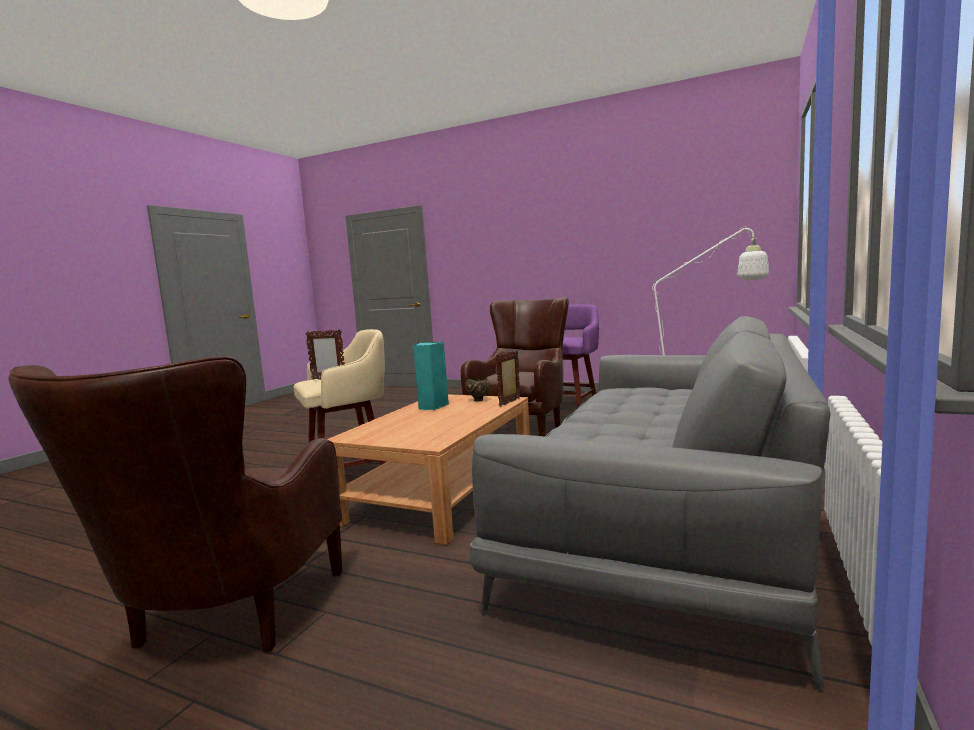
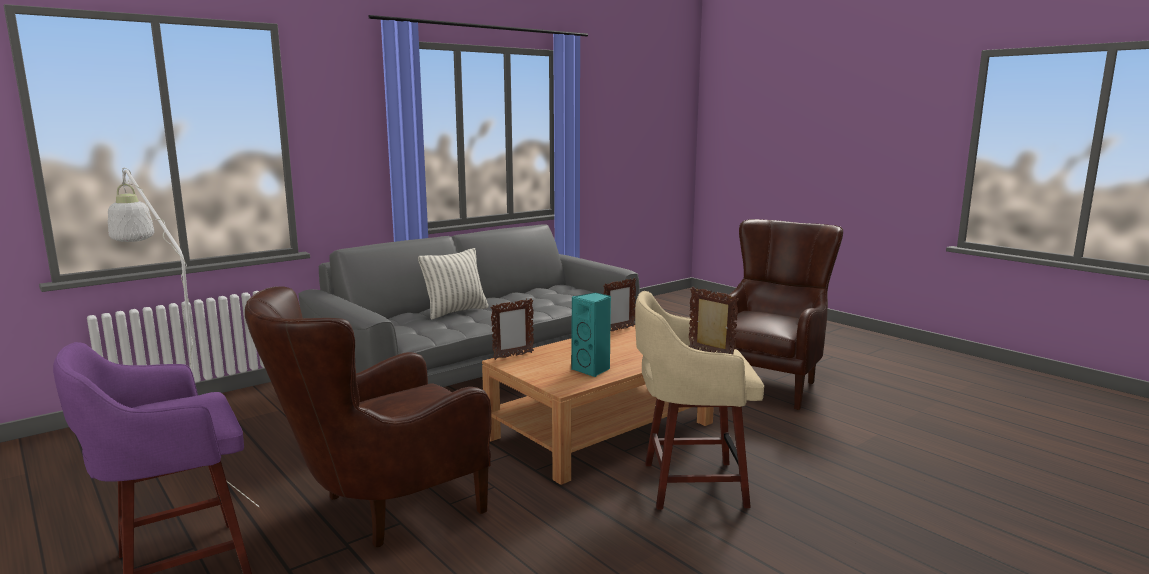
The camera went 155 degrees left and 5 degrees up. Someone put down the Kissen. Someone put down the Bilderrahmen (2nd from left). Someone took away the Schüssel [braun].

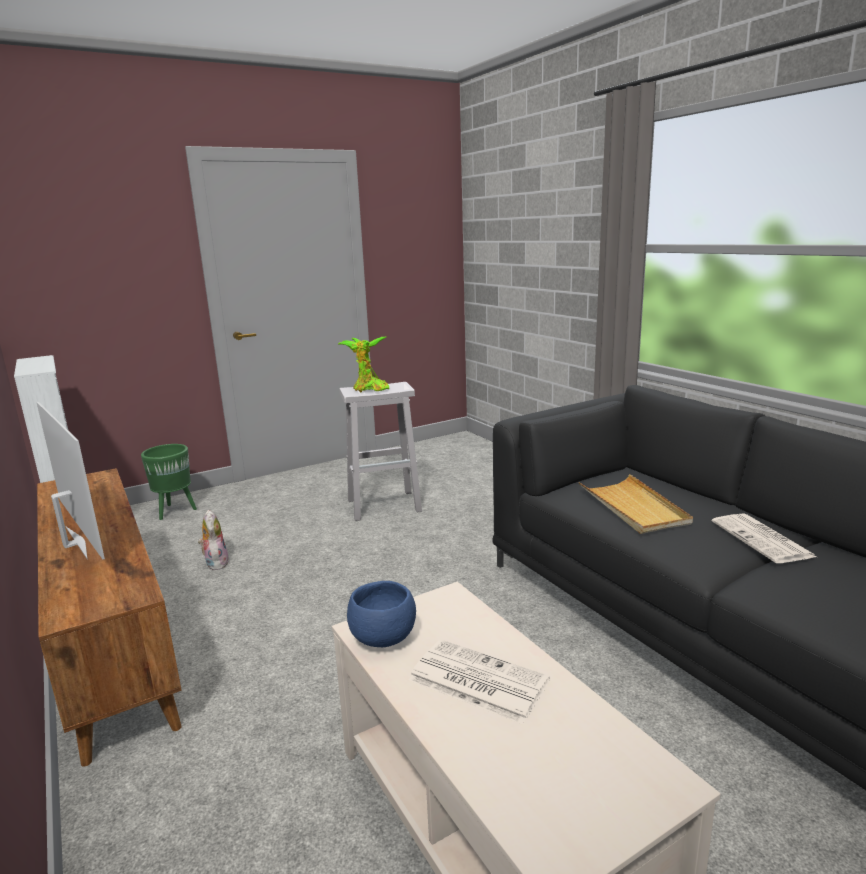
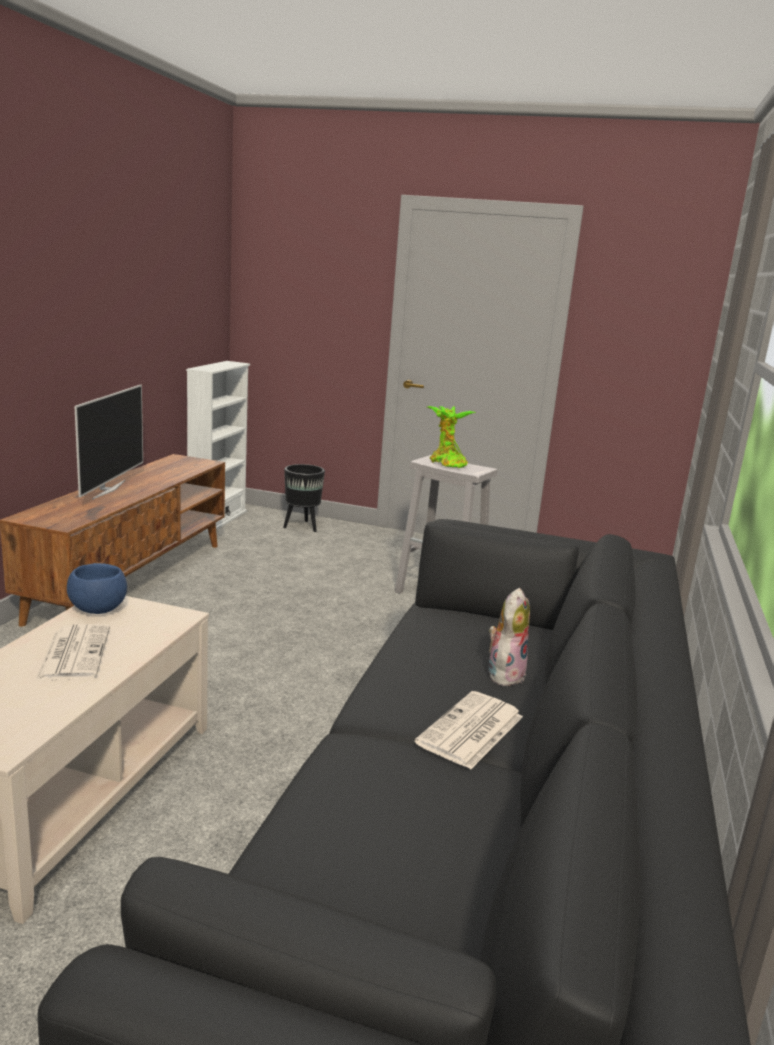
The camera went 45 degrees right and 0 degrees up. Someone repainted the Pflanzkübel [grün], which became the Pflanzkübel [schwarz]. Someone carried the Plüschtier. Someone took away the Tablett [beige].

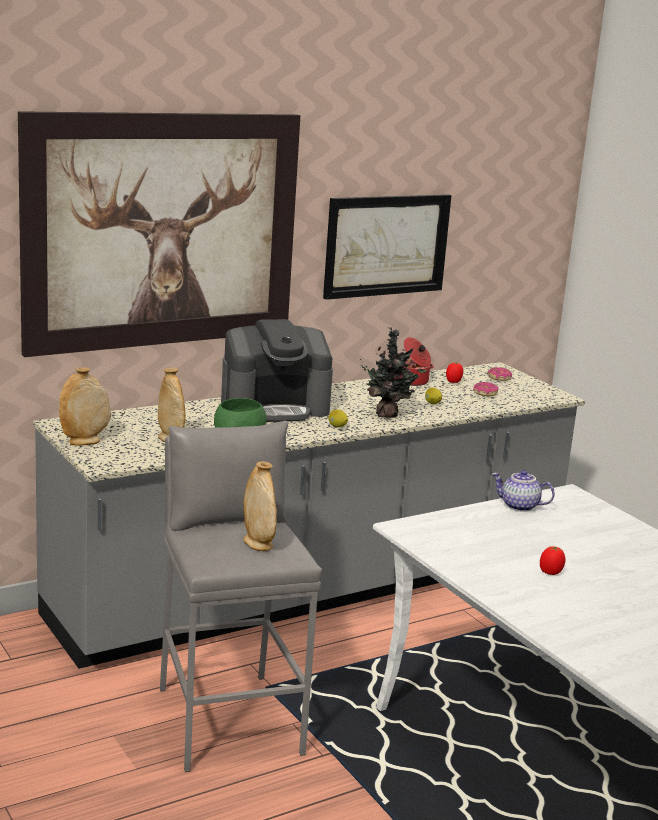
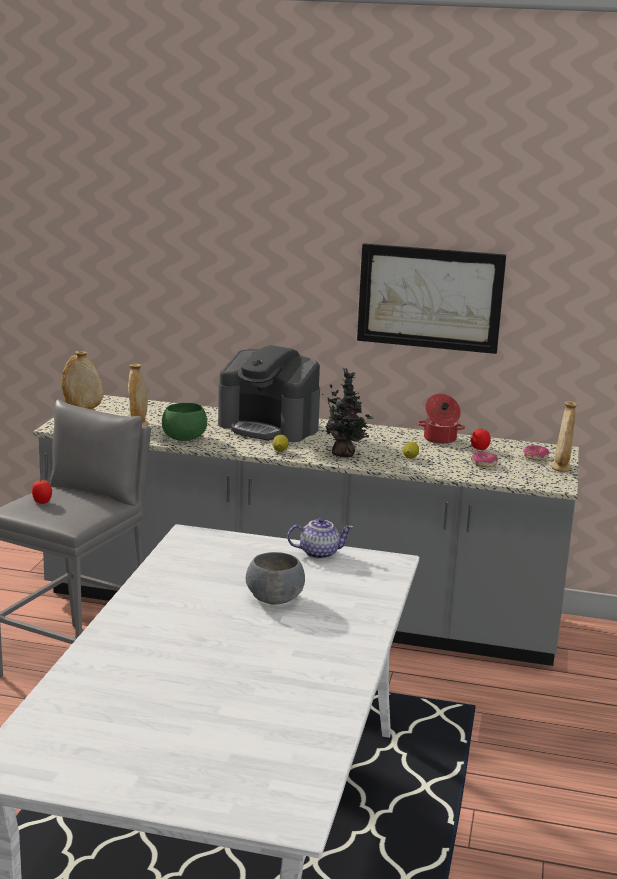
The camera went 45 degrees right and 0 degrees up. Someone carried the Tomate (2nd from left in the first image). Someone put down the Schüssel [grau]. Someone rotated the Teekanne by 105 degrees clockwise. Someone carried the Vase [beige] (3rd from left). Someone took away the Bild (1st from left).

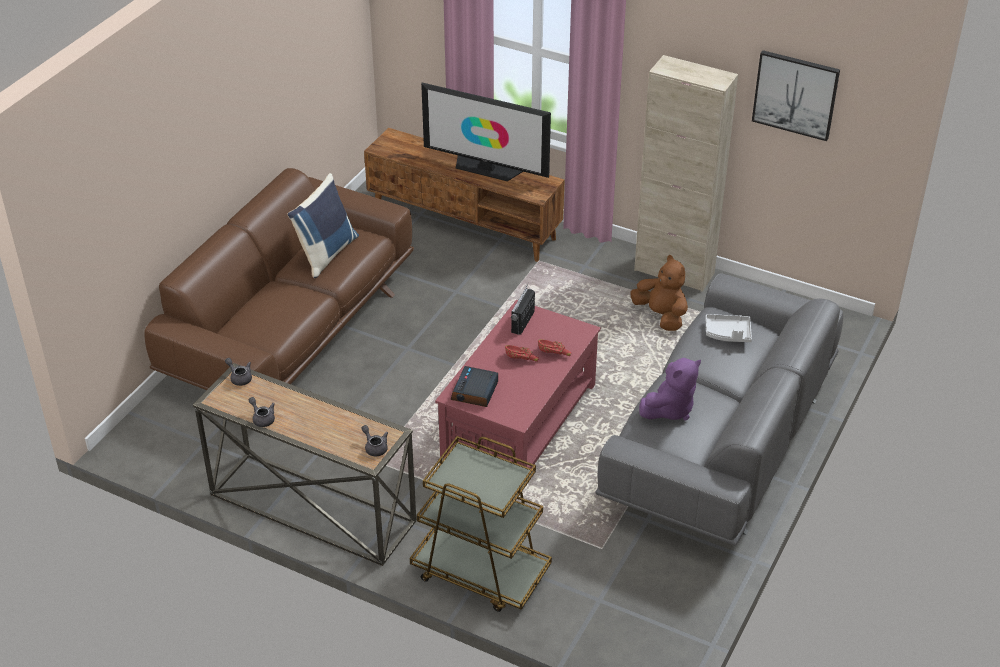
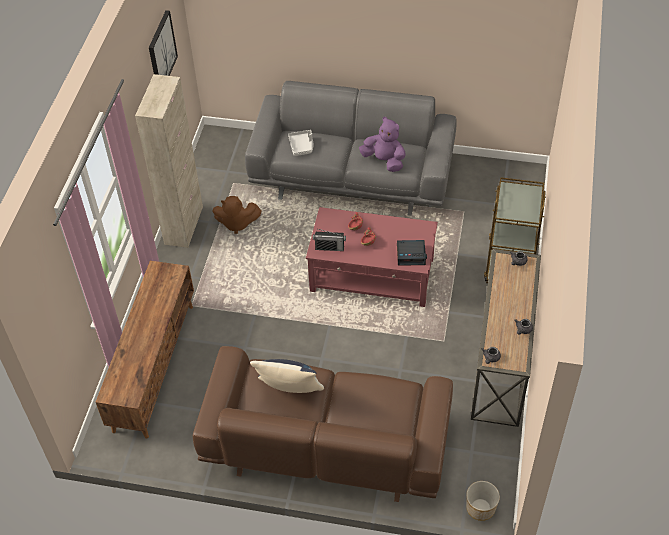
The camera went 105 degrees left and 10 degrees up. Someone rotated the Plüschtier [braun] by 120 degrees counterclockwise. Someone put down the Pflanzkübel. Someone took away the Fernseher.

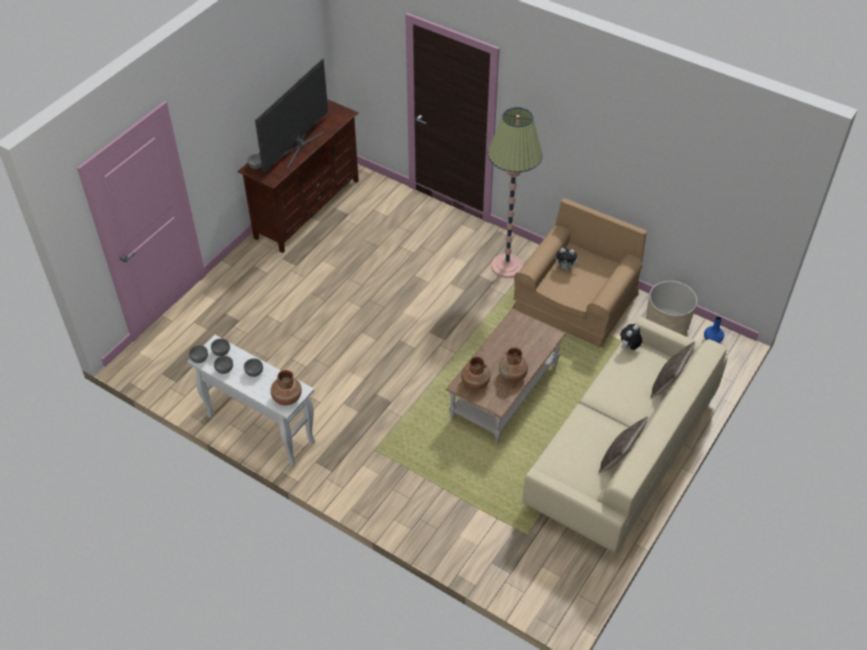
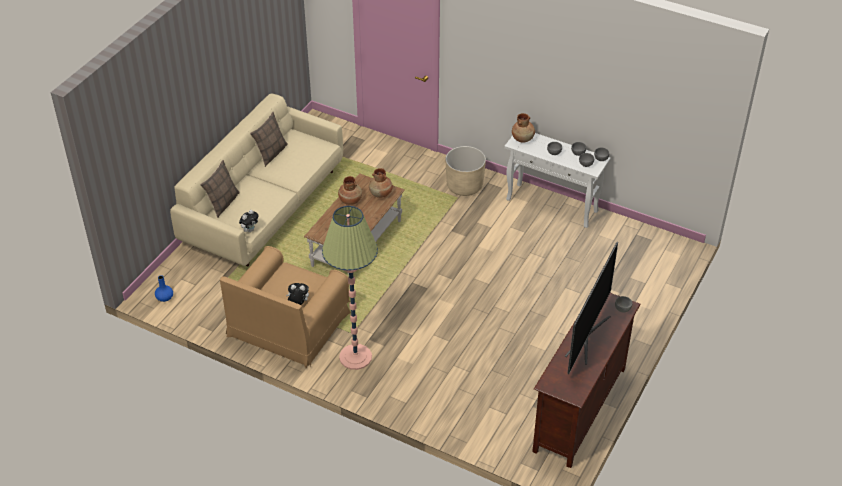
The camera went 175 degrees right and 5 degrees down. Someone carried the Pflanzkübel [beige].

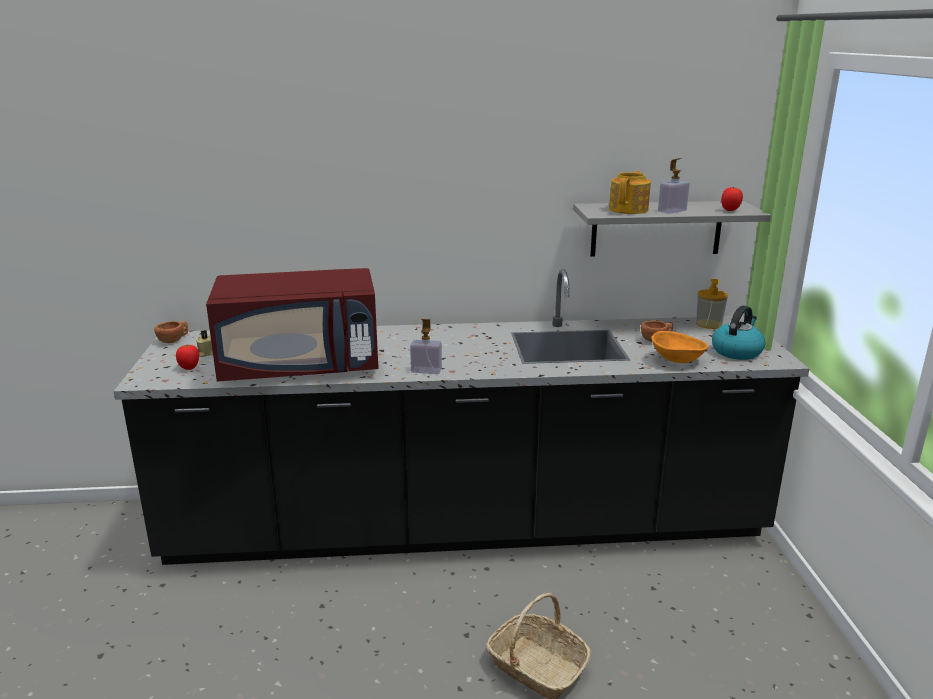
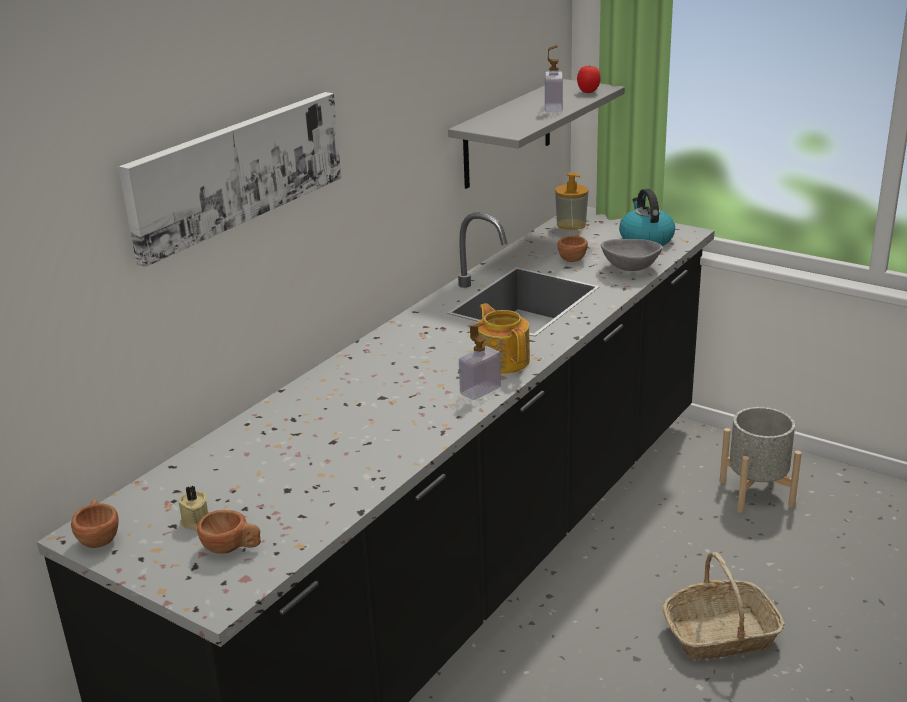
The camera went 50 degrees left and 5 degrees up. Someone put up the Bild. Someone swapped the Tomate (1st from left) for the Tasse [braun] (2nd from left). Someone carried the Teekanne. Someone repainted the Schüssel [orange], which became the Schüssel [grau]. Someone put down the Pflanzkübel [grau]. Someone took away the Mikrowelle [rot].

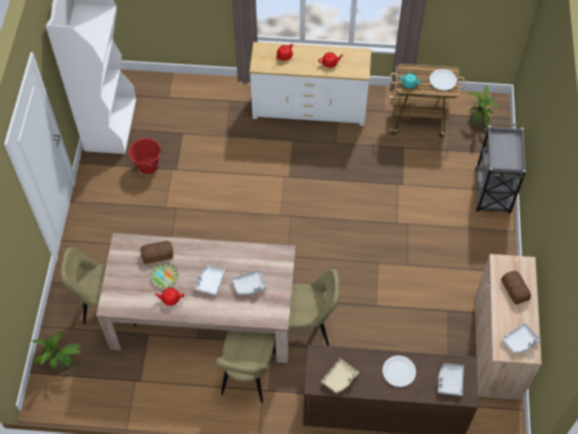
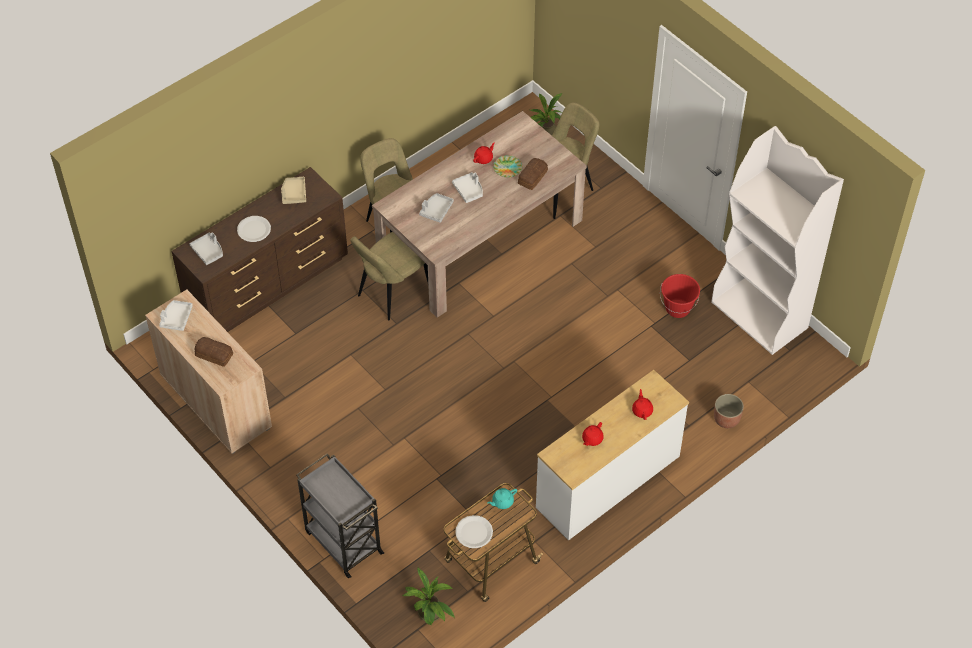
The camera went 135 degrees right and 5 degrees down. Someone put down the Pflanzkübel.

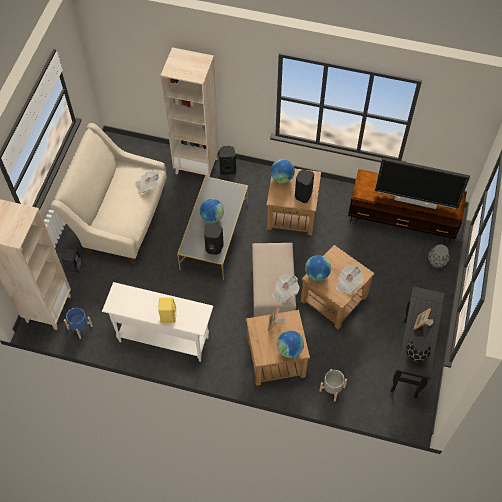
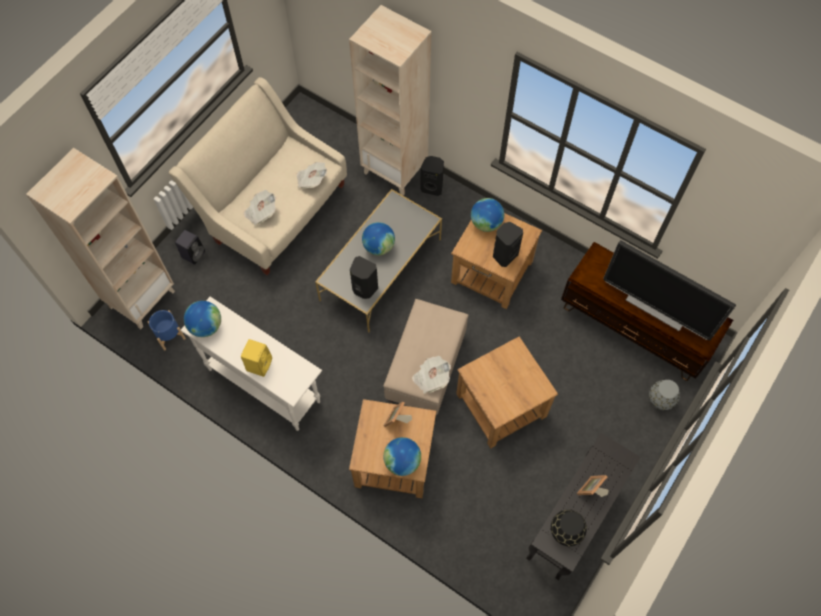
The camera went 20 degrees right and 5 degrees up. Someone carried the Globus (4th from left in the first image). Someone carried the Zeitung (3rd from left in the first image). Someone took away the Pflanzkübel [grau].

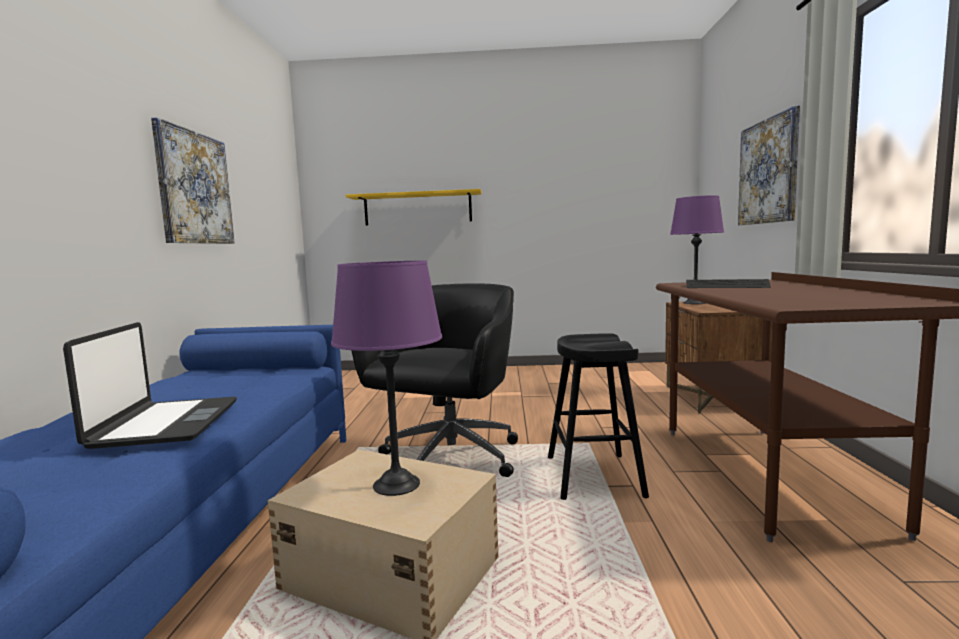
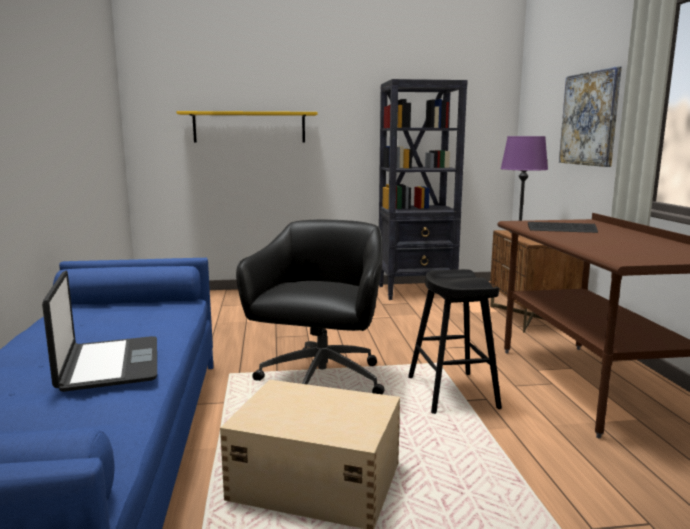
The camera went 10 degrees left and 5 degrees up. Someone put down the Bücherregal [schwarz]. Someone took away the Bild (1st from left). Someone took away the Tischlampe [lila] (1st from left).

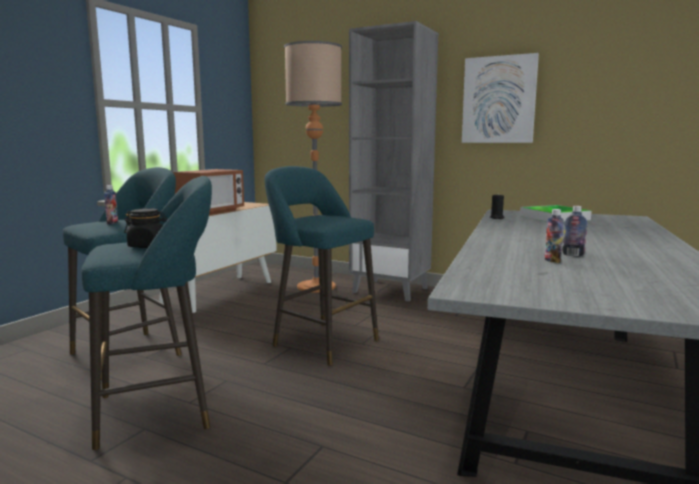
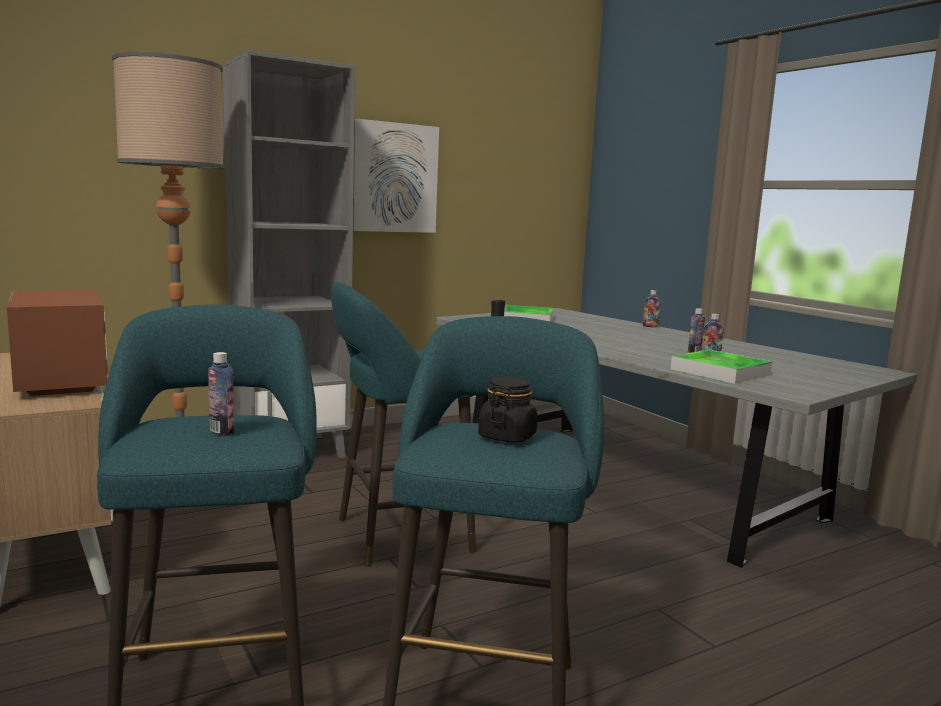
The camera went 60 degrees left and 0 degrees up. Someone put down the Flasche (2nd from left). Someone put down the Tablett (2nd from left).

